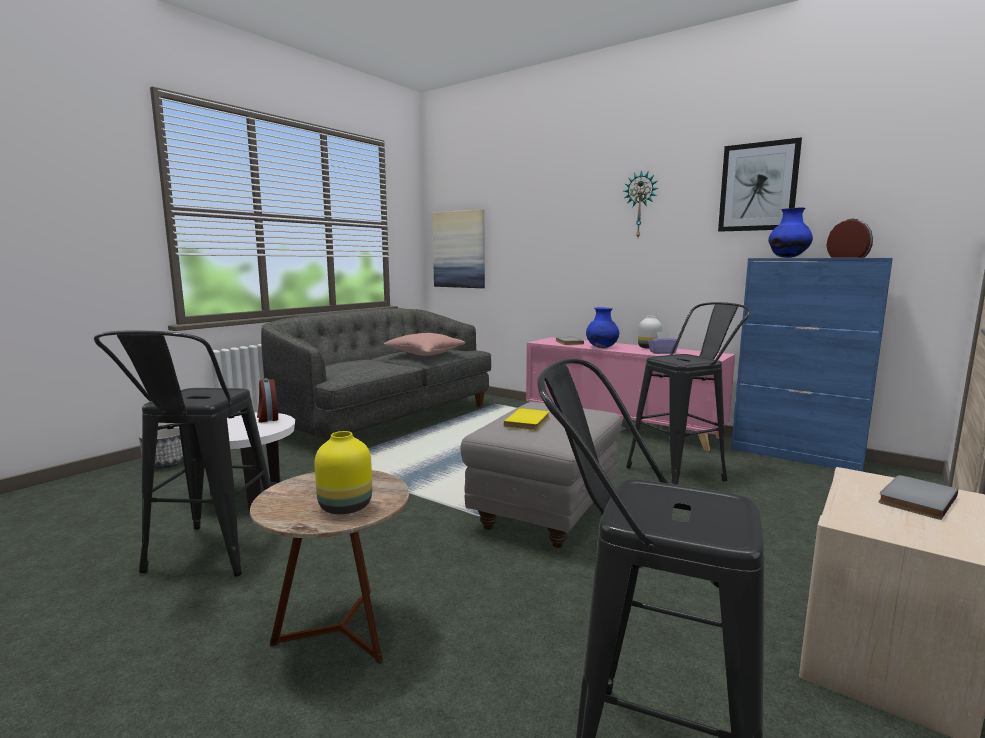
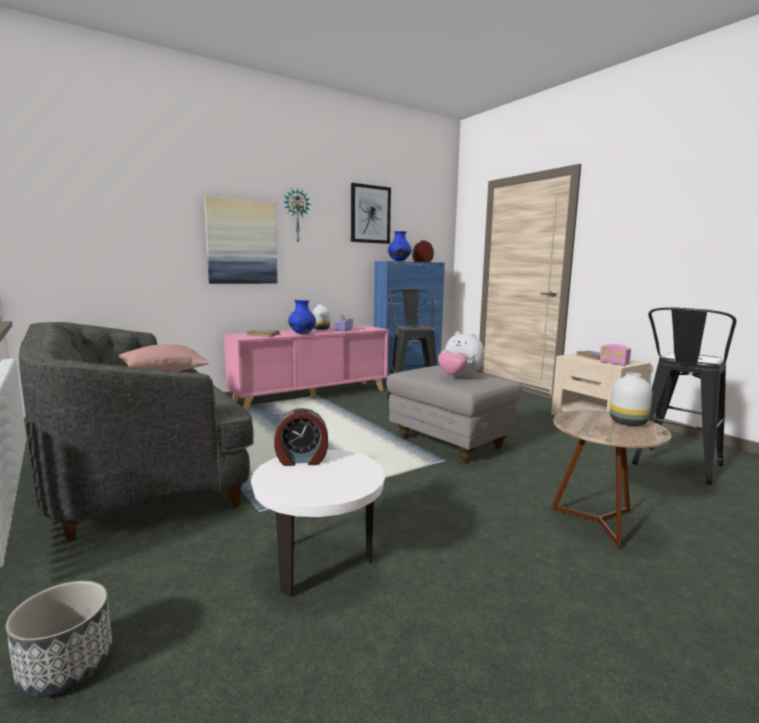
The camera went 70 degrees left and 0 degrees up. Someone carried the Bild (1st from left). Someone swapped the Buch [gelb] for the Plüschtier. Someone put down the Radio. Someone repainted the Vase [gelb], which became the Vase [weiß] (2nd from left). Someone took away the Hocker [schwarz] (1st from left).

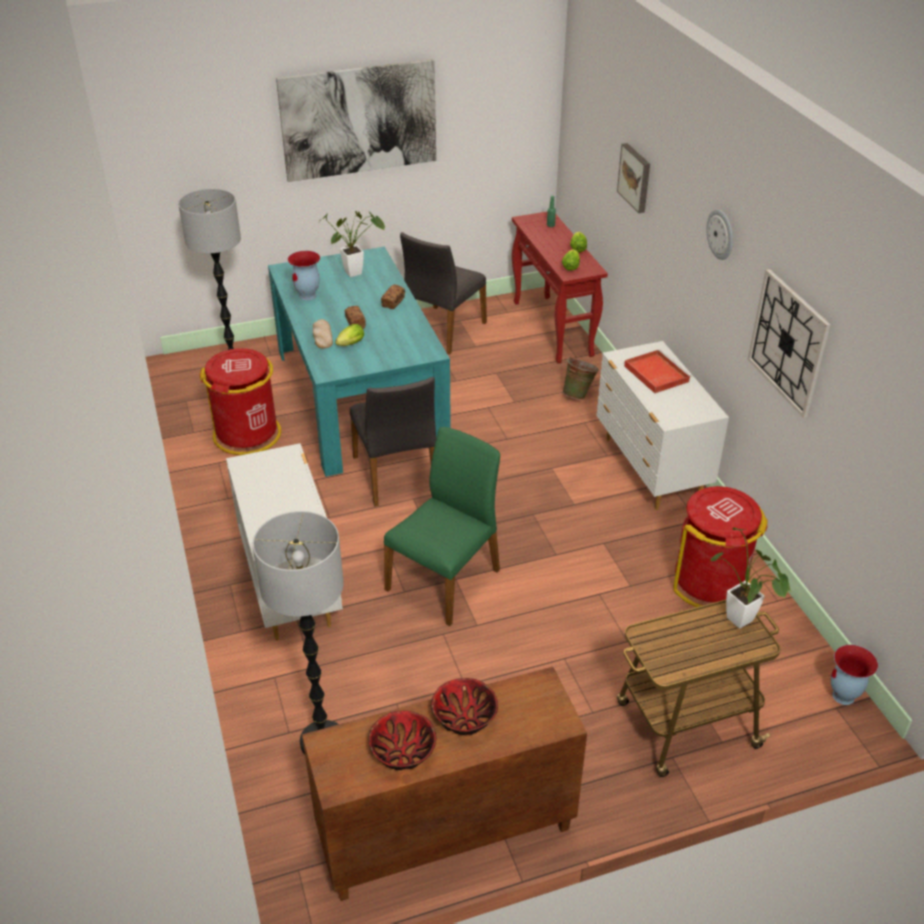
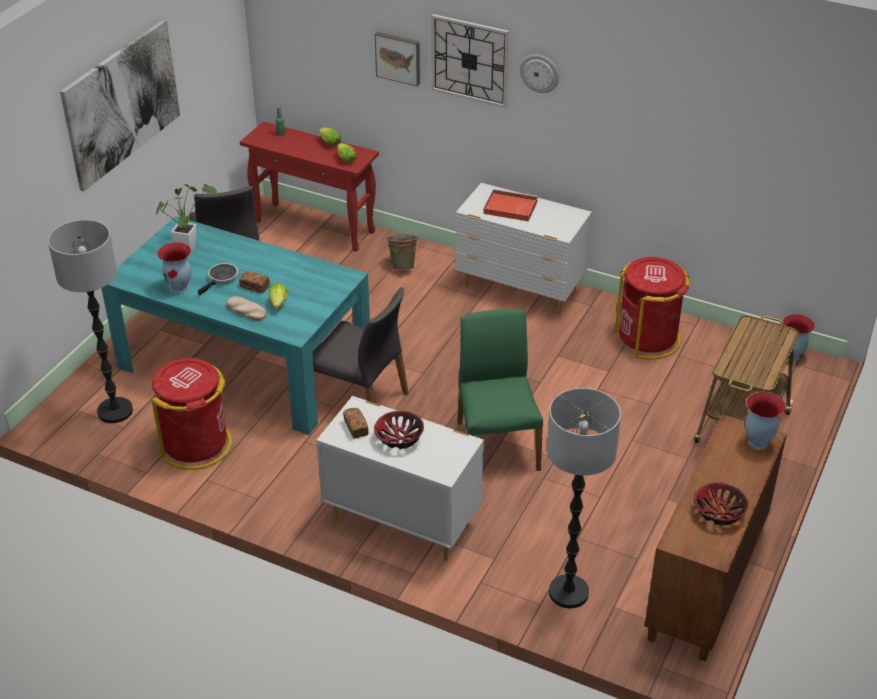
The camera went 45 degrees left and 0 degrees up. Someone put down the Pfanne. Someone carried the Brot (3rd from left). Someone carried the Schüssel (2nd from left in the first image). Someone carried the Wanduhr (2nd from left in the first image). Someone put down the Vase (2nd from left). Someone took away the Topfpflanze (2nd from left).

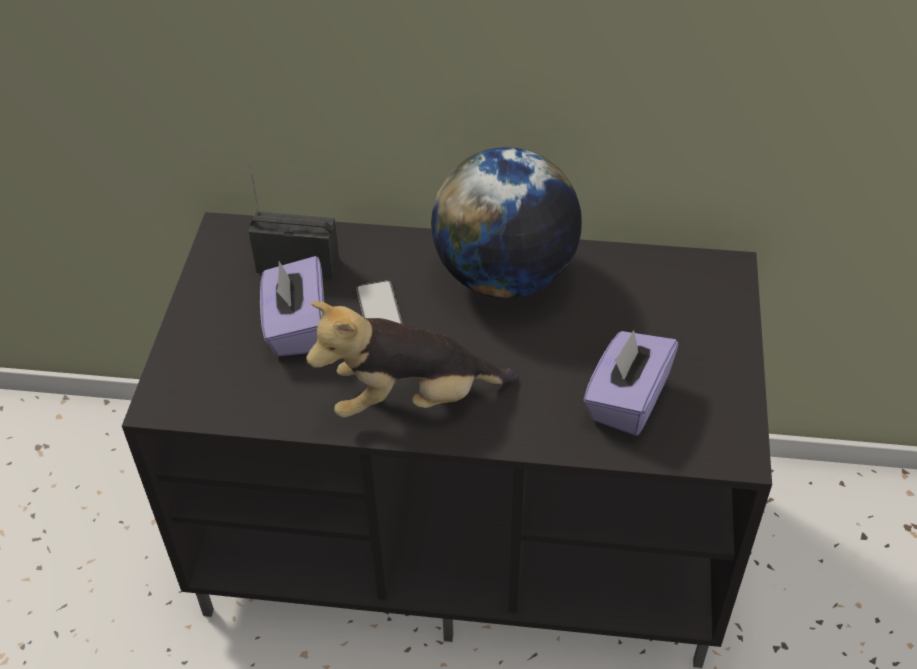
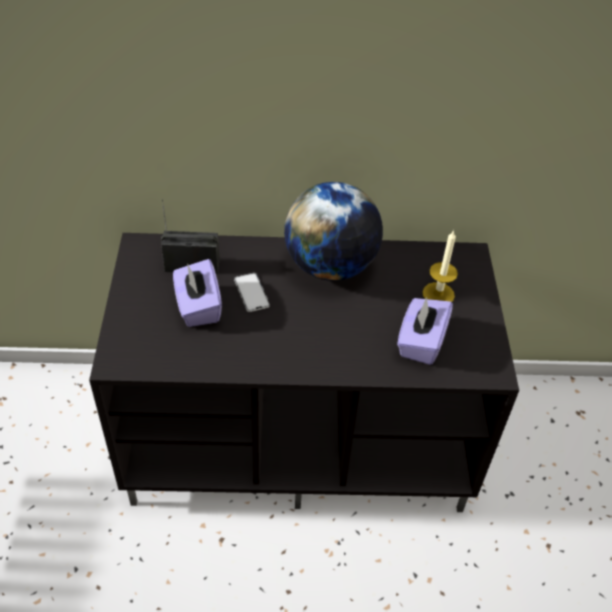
The camera went 10 degrees left and 0 degrees up. Someone put down the Kerze. Someone took away the Plüschtier.

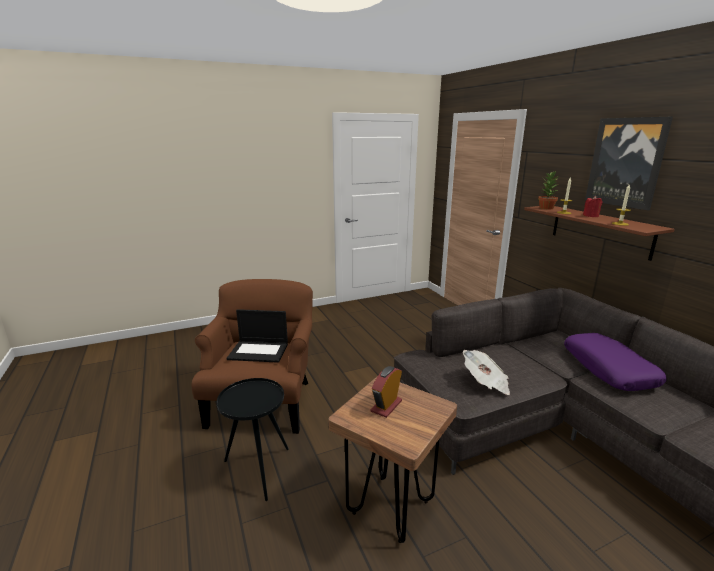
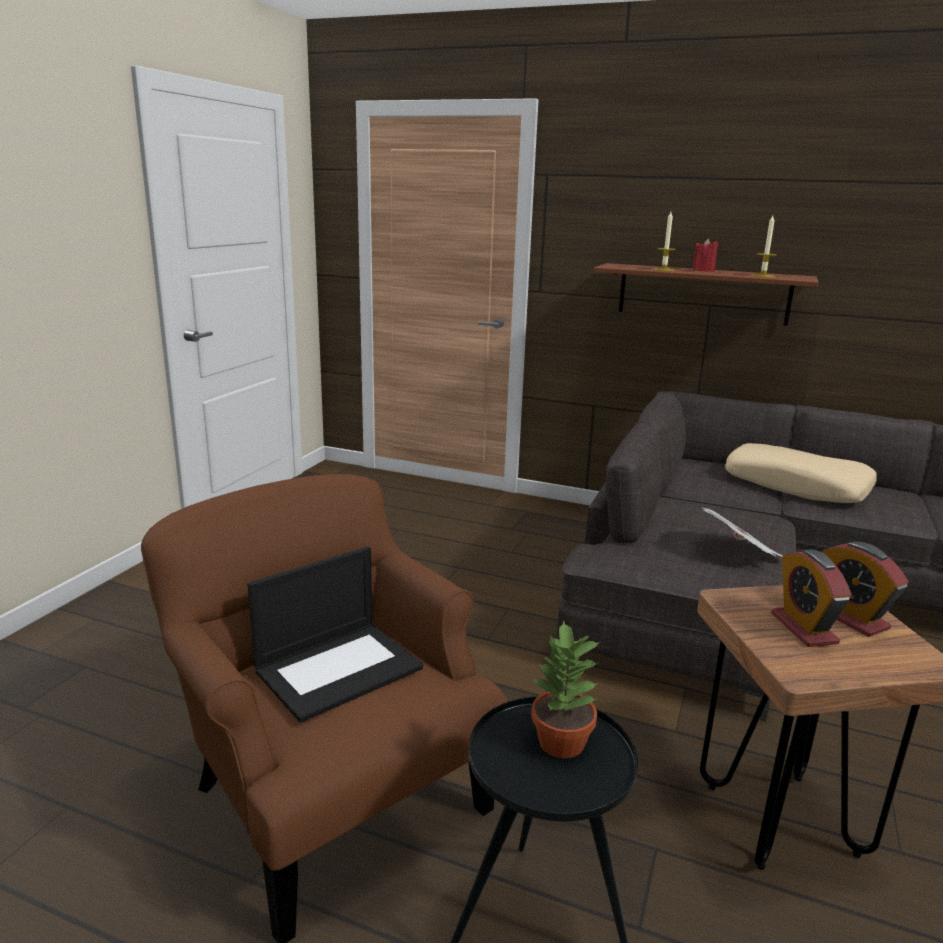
The camera went 45 degrees left and 0 degrees up. Someone carried the Topfpflanze. Someone repainted the Kissen [lila], which became the Kissen [beige]. Someone put down the Wecker (2nd from left). Someone took away the Bild.

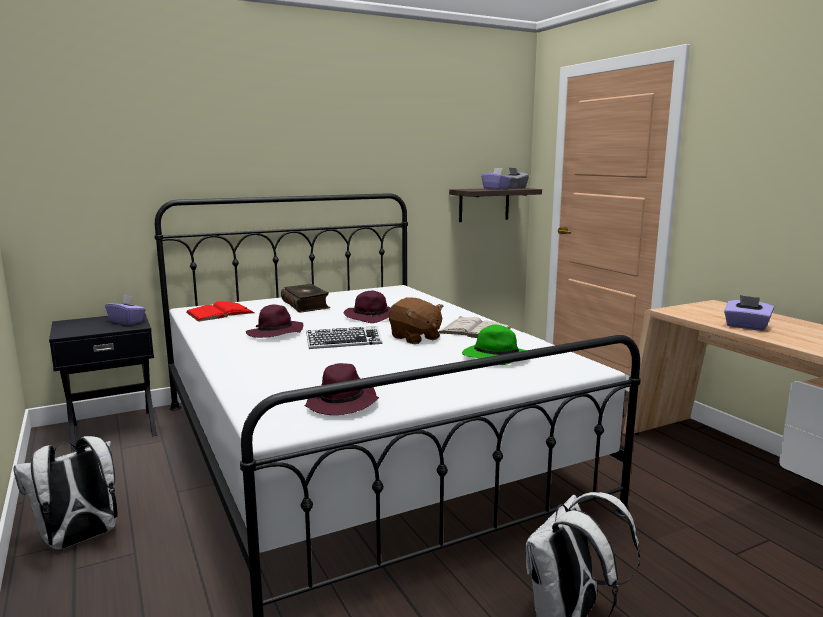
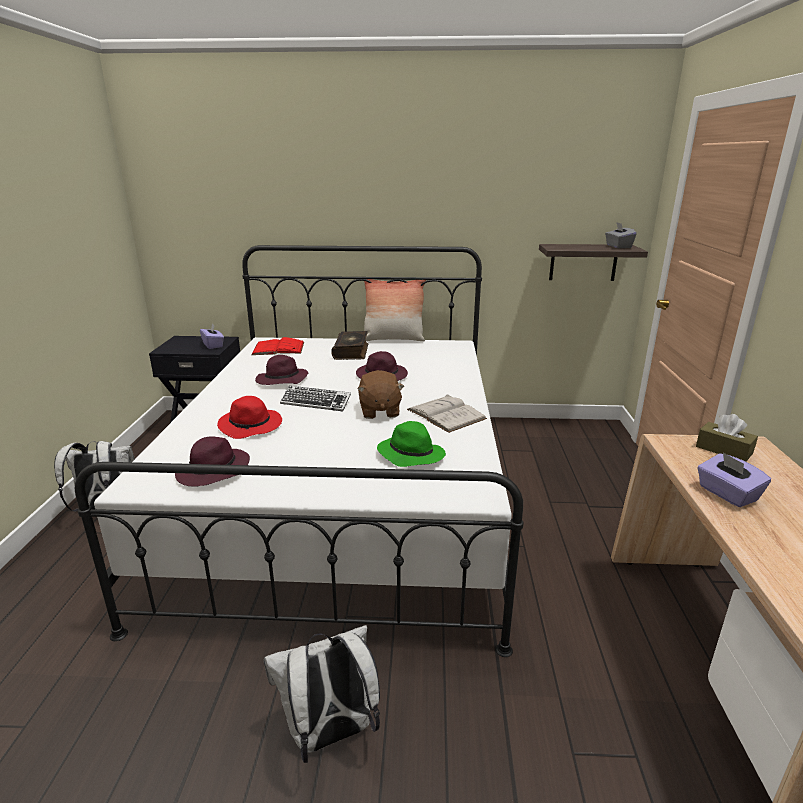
The camera went 30 degrees right and 10 degrees up. Someone put down the Hut [rot]. Someone put down the Kissen. Someone put down the Taschentuchbox [braun]. Someone took away the Taschentuchbox [lila] (2nd from left).

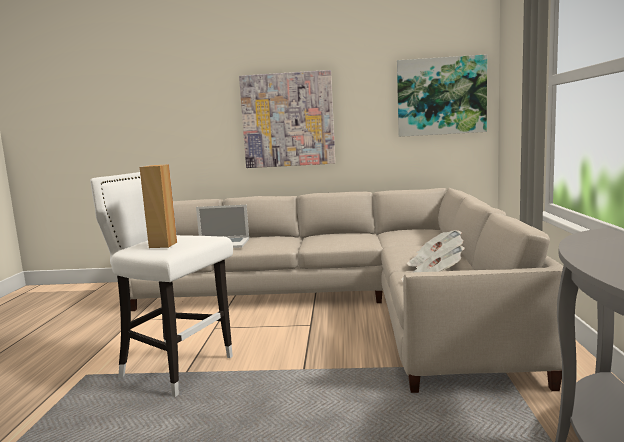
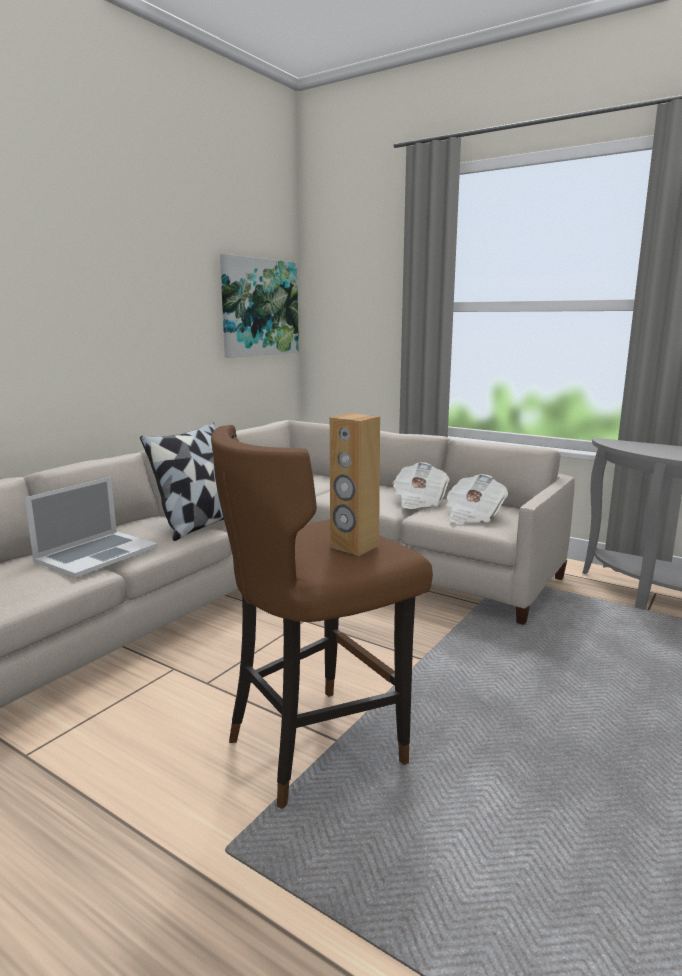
The camera went 60 degrees left and 5 degrees up. Someone put down the Kissen. Someone repainted the Hocker [weiß], which became the Hocker [braun]. Someone took away the Bild (1st from left).

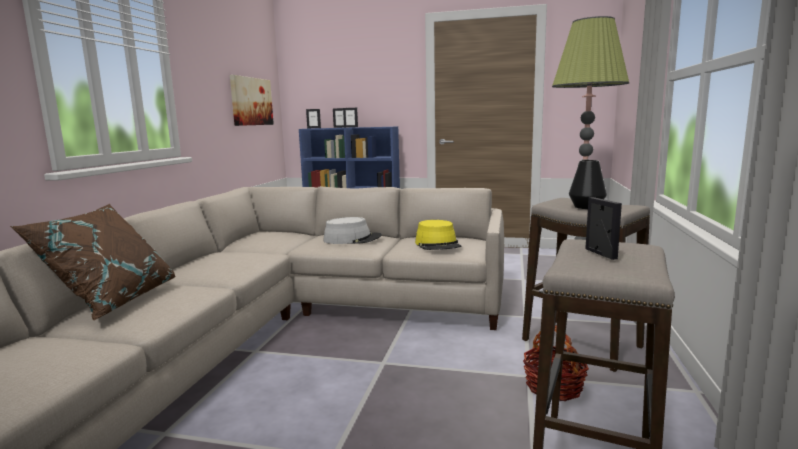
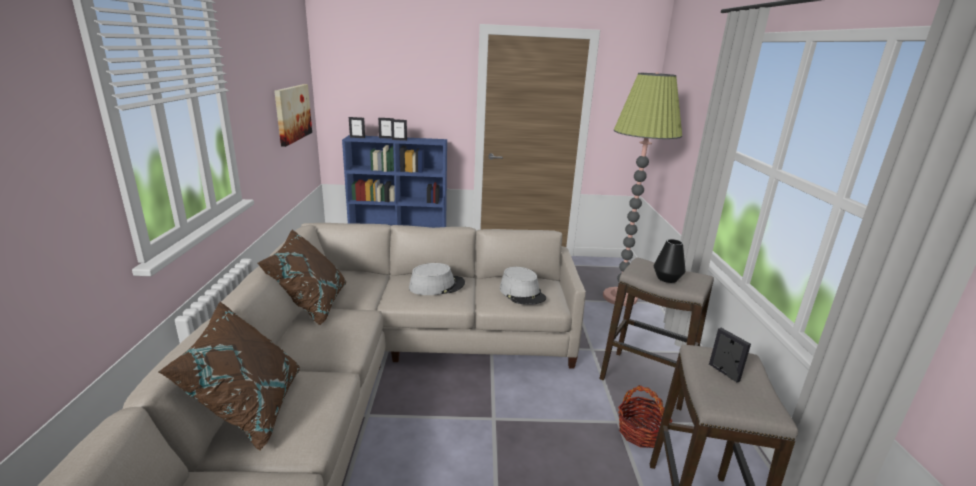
The camera went 15 degrees left and 10 degrees up. Someone put down the Kissen [braun] (2nd from left). Someone repainted the Hut [gelb], which became the Hut [grau] (2nd from left).

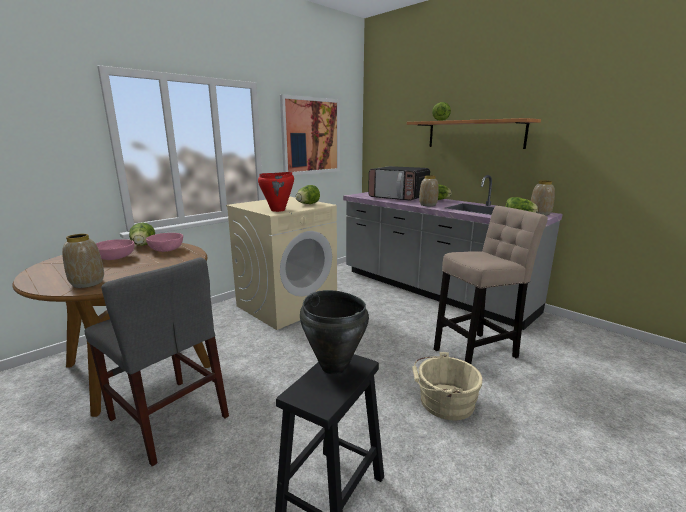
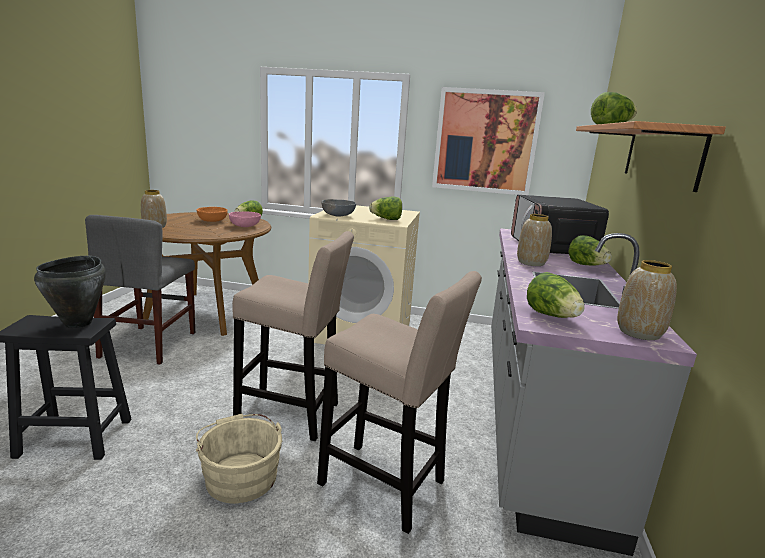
The camera went 55 degrees right and 0 degrees up. Someone repainted the Schüssel [rosa] (1st from left), which became the Schüssel [orange]. Someone put down the Hocker [beige] (1st from left). Someone swapped the Kochtopf [rot] for the Schüssel [grau].

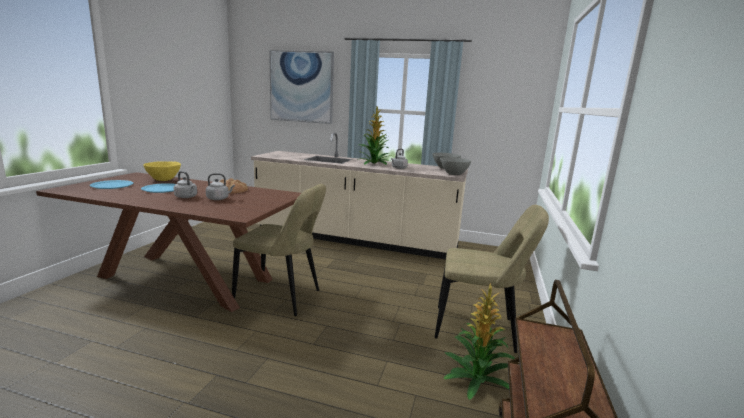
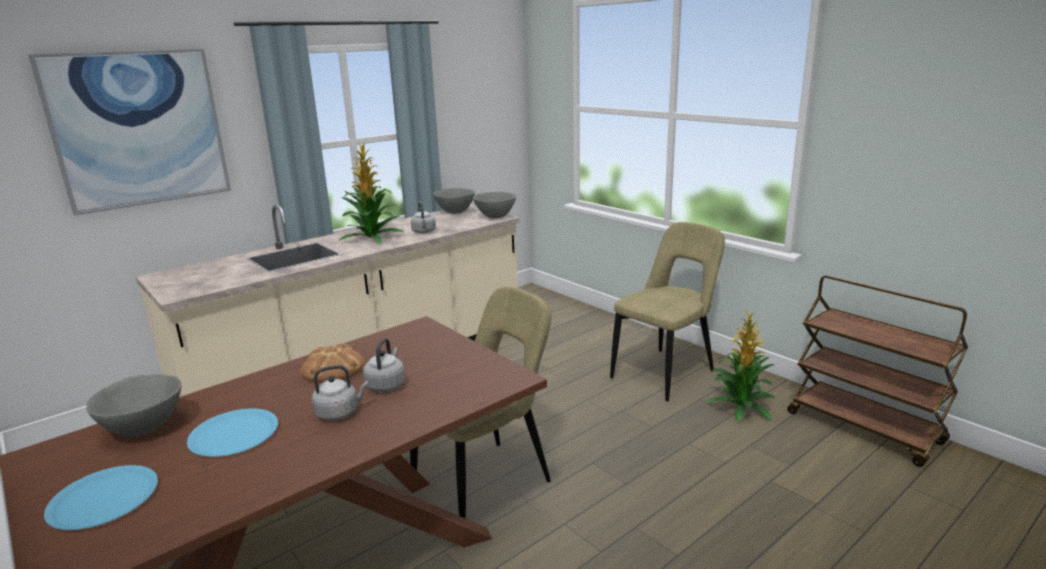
The camera went 55 degrees left and 5 degrees up. Someone repainted the Schüssel [gelb], which became the Schüssel [grau] (1st from left).

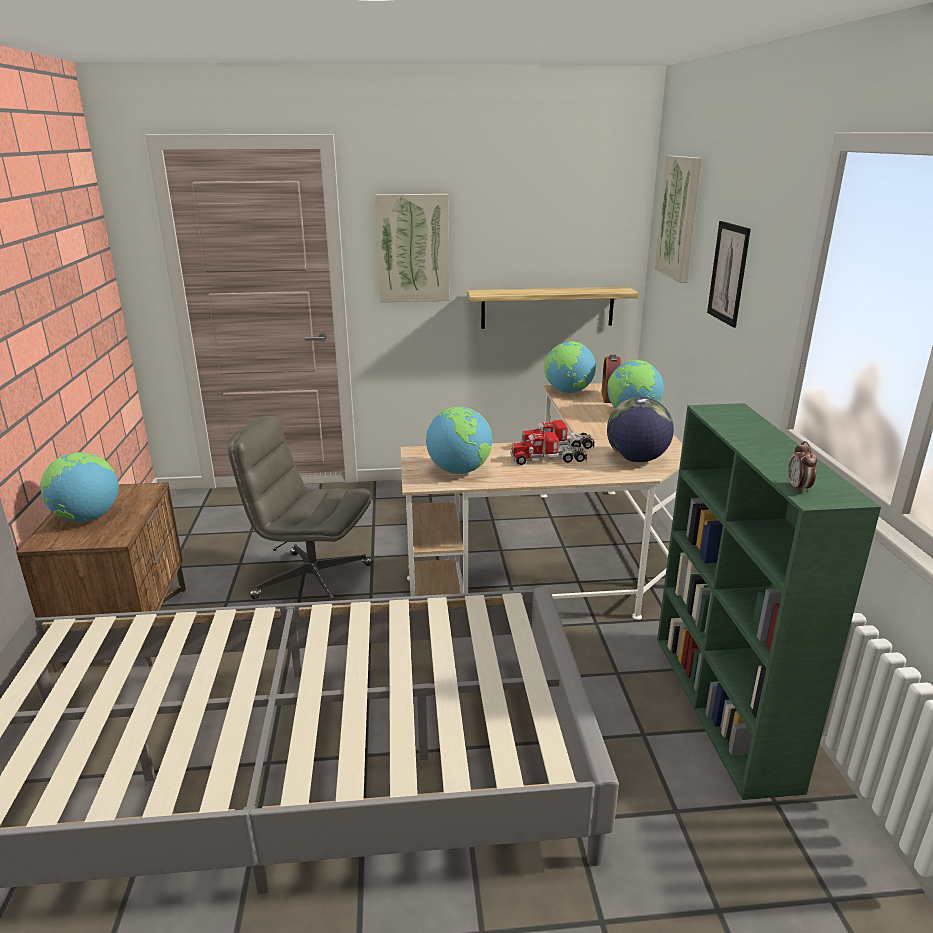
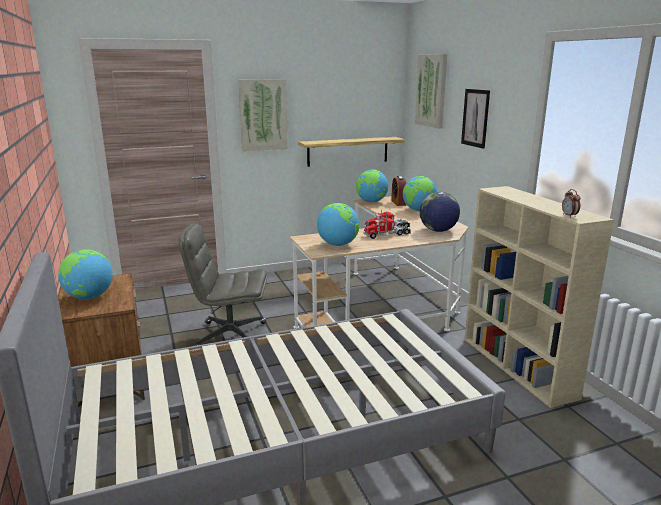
The camera went 15 degrees left and 5 degrees down. Someone repainted the Bücherregal [grün], which became the Bücherregal [beige].

